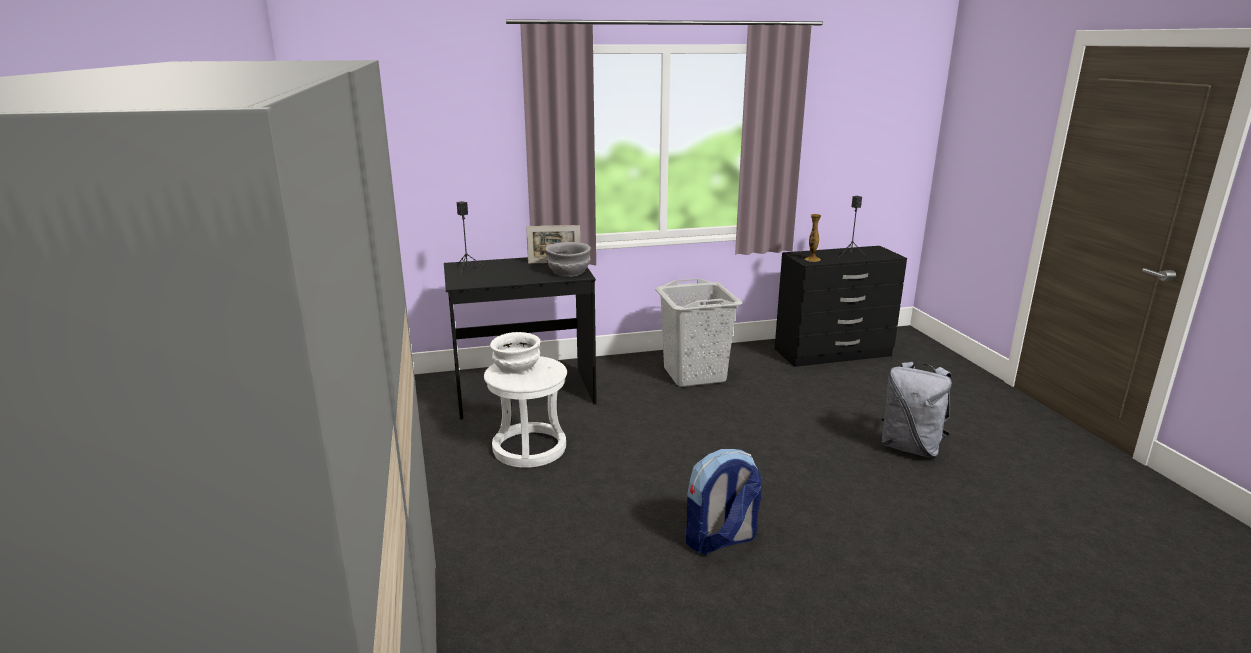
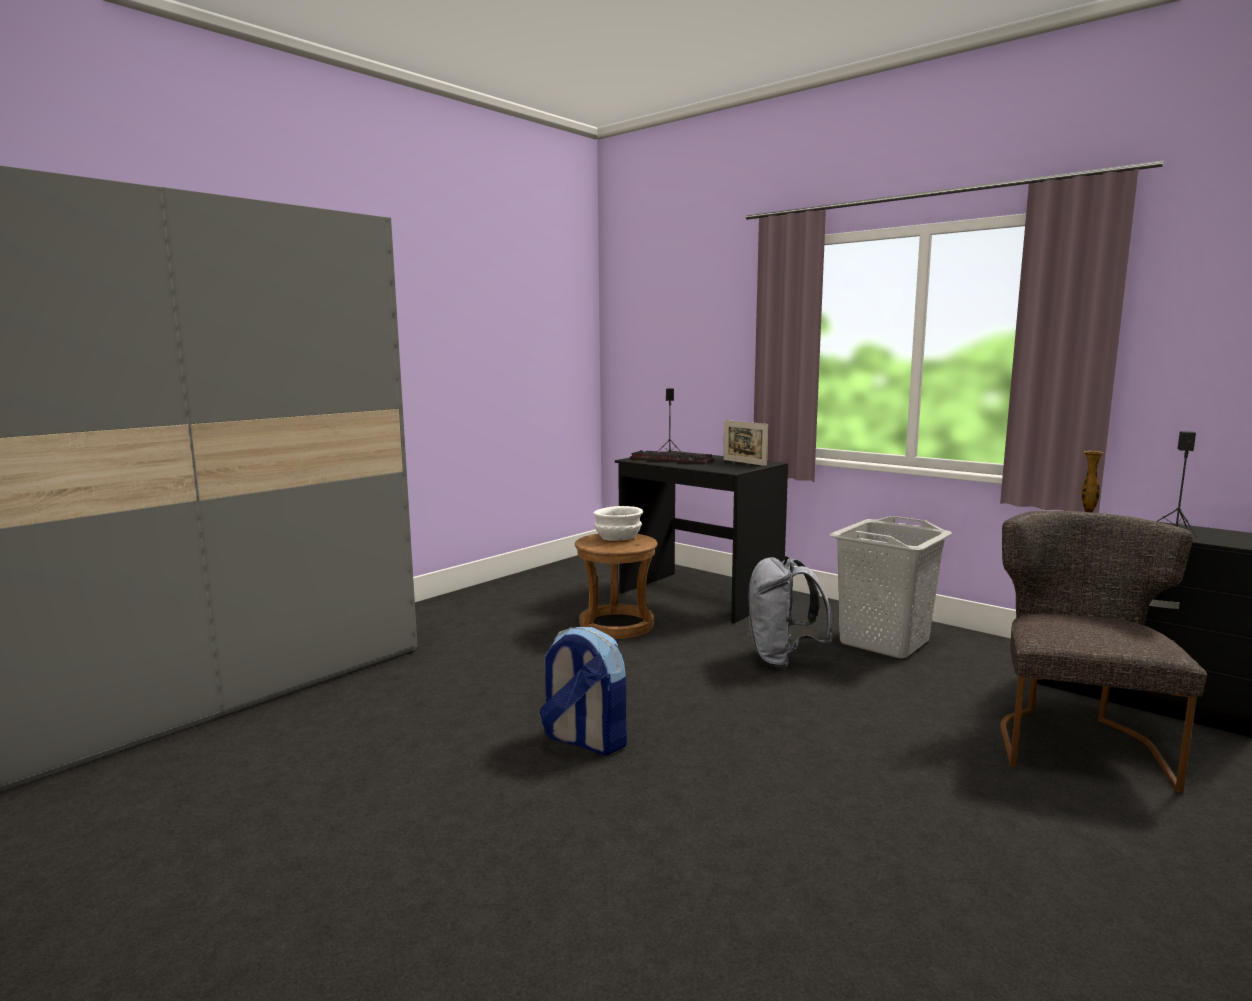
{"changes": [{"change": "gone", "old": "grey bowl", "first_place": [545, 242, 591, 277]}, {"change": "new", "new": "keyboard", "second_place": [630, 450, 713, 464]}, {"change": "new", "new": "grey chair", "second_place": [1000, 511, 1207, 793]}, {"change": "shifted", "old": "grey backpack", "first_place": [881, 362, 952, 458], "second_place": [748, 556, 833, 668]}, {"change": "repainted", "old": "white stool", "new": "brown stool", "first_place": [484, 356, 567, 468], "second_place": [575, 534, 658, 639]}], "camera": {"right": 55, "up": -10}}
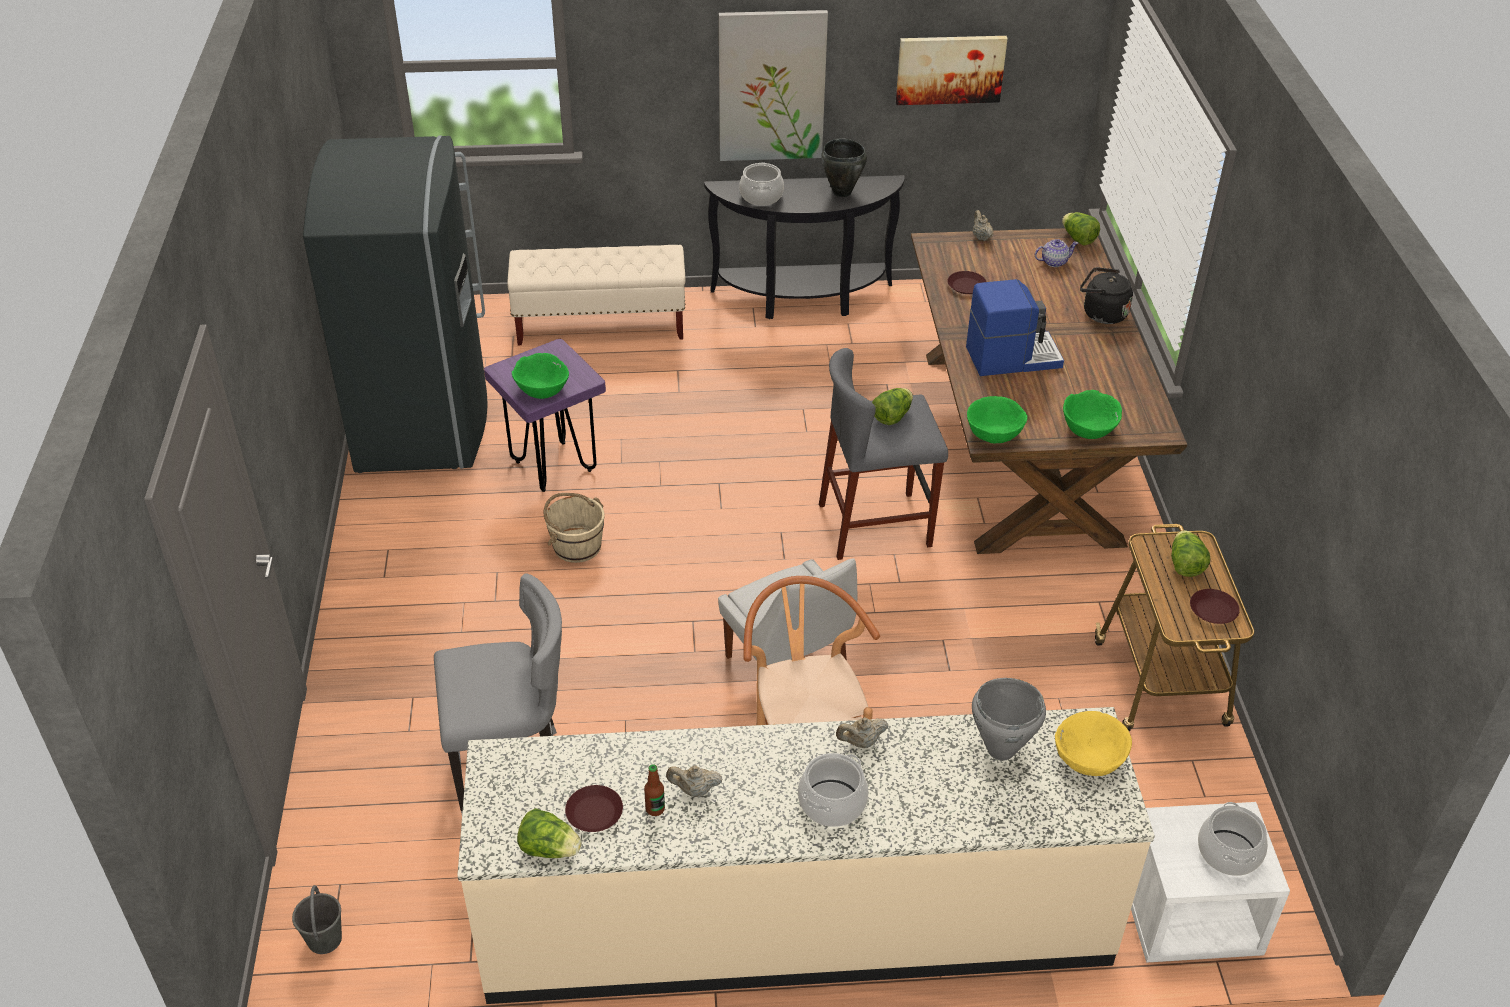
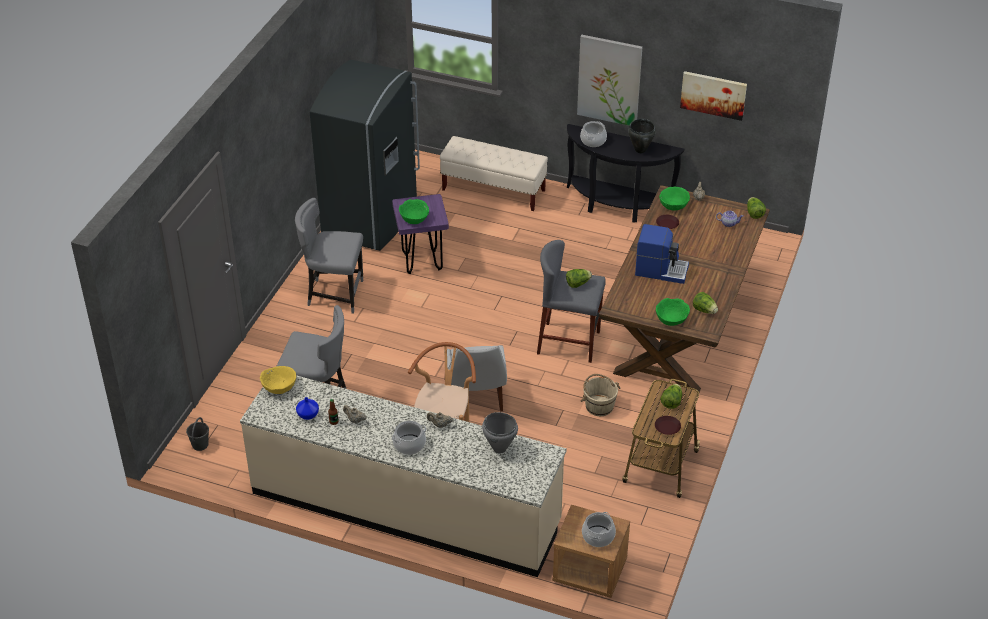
{"changes": [{"change": "gone", "old": "black kettle", "first_place": [1080, 267, 1133, 324]}, {"change": "new", "new": "grey chair", "second_place": [295, 198, 363, 314]}, {"change": "shifted", "old": "lettuce", "first_place": [517, 808, 582, 858], "second_place": [693, 292, 718, 314]}, {"change": "shifted", "old": "beige bucket", "first_place": [544, 493, 605, 563], "second_place": [581, 374, 621, 416]}, {"change": "shifted", "old": "green bowl", "first_place": [967, 396, 1027, 444], "second_place": [659, 187, 690, 211]}, {"change": "shifted", "old": "yellow bowl", "first_place": [1055, 711, 1132, 776], "second_place": [260, 366, 296, 394]}, {"change": "swapped", "old": "brown plate", "new": "blue vase", "first_place": [565, 785, 623, 832], "second_place": [296, 397, 319, 420]}, {"change": "repainted", "old": "white nightstand", "new": "brown nightstand", "first_place": [1131, 802, 1290, 963], "second_place": [552, 505, 630, 598]}], "camera": {"right": 25, "up": 0}}
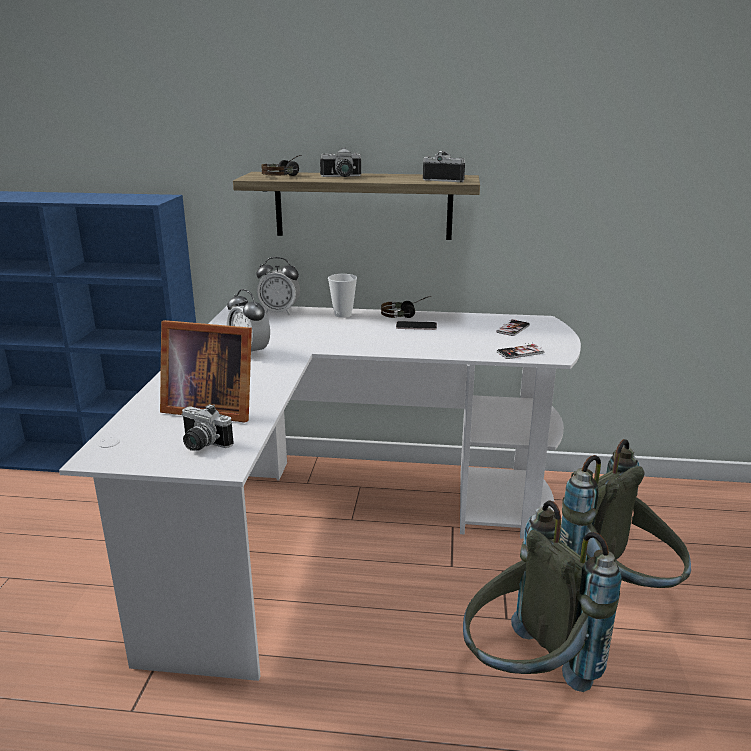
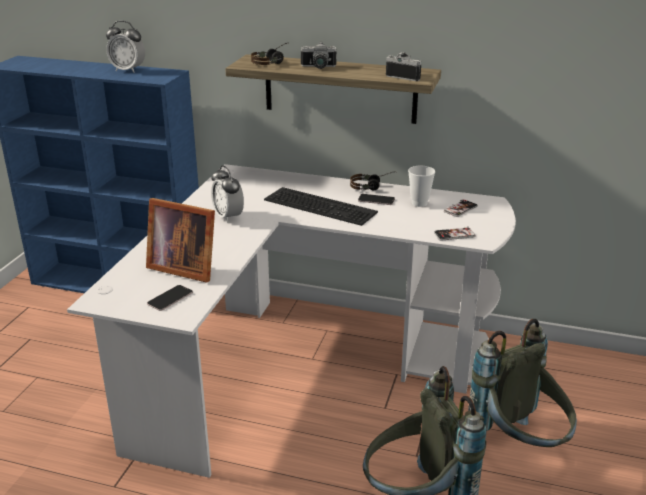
{"changes": [{"change": "new", "new": "keyboard", "second_place": [264, 187, 378, 226]}, {"change": "shifted", "old": "alarm clock", "first_place": [256, 257, 300, 315], "second_place": [106, 21, 145, 73]}, {"change": "shifted", "old": "cup", "first_place": [328, 274, 357, 318], "second_place": [408, 166, 435, 207]}, {"change": "swapped", "old": "photo camera", "new": "phone", "first_place": [181, 404, 234, 451], "second_place": [147, 285, 193, 311]}], "camera": {"right": 10, "up": 5}}
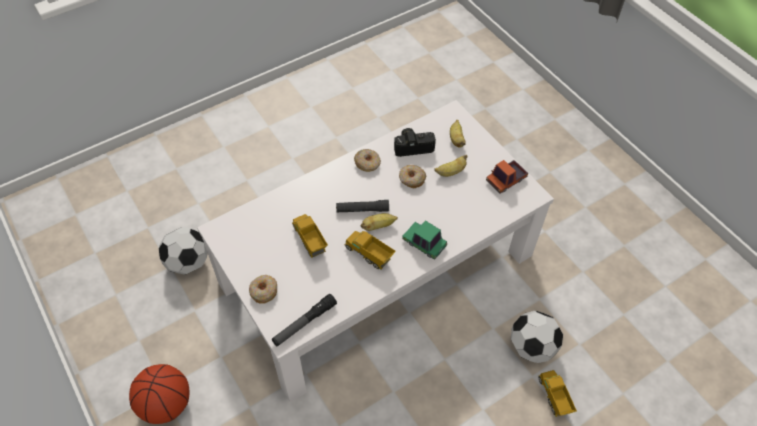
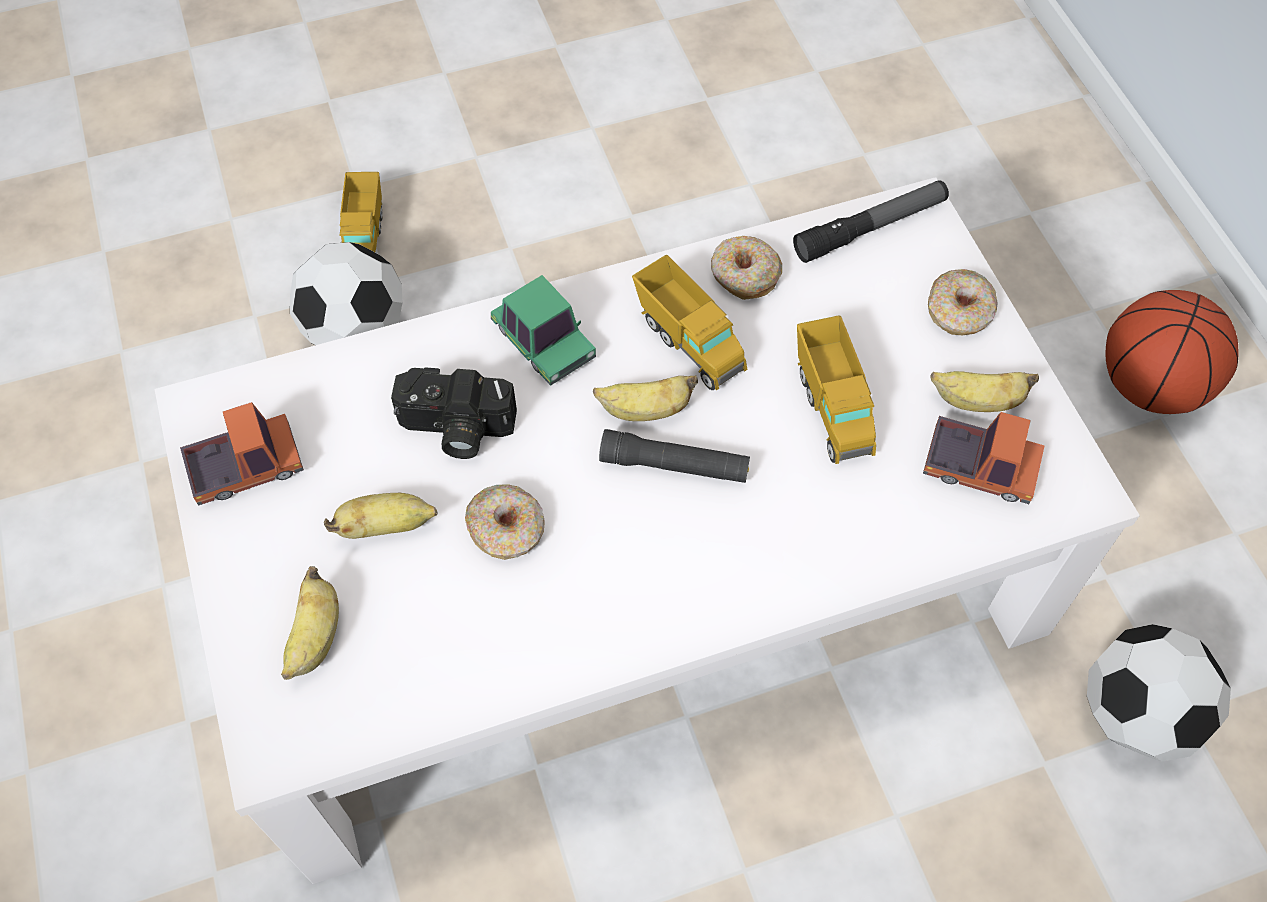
{"changes": [{"change": "new", "new": "toy truck", "second_place": [923, 412, 1044, 504]}, {"change": "new", "new": "banana", "second_place": [930, 371, 1039, 412]}, {"change": "shifted", "old": "donut", "first_place": [354, 149, 381, 172], "second_place": [711, 236, 782, 300]}, {"change": "shifted", "old": "photo camera", "first_place": [394, 128, 436, 157], "second_place": [391, 367, 517, 459]}], "camera": {"right": -165, "up": 5}}
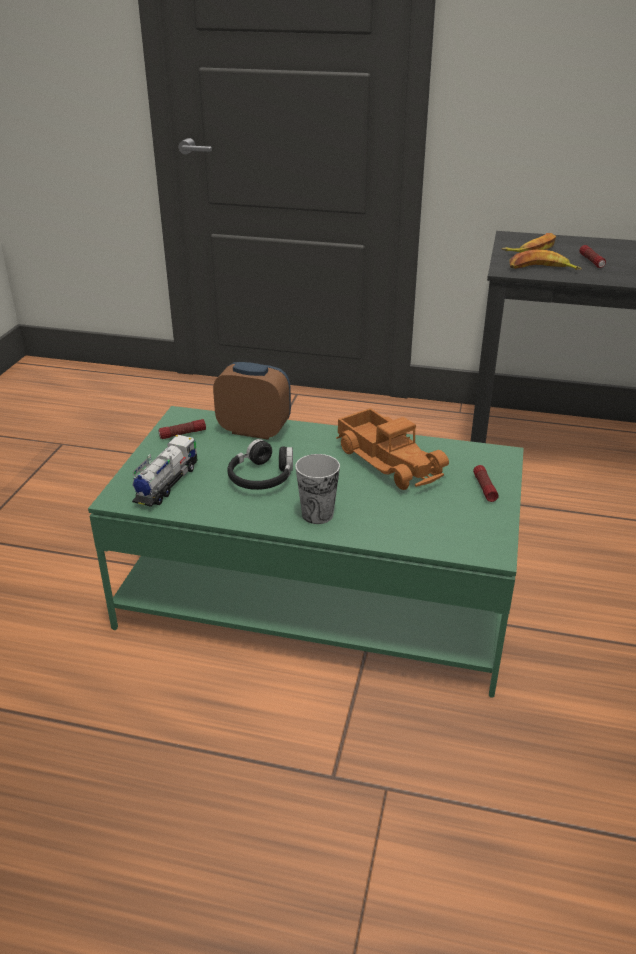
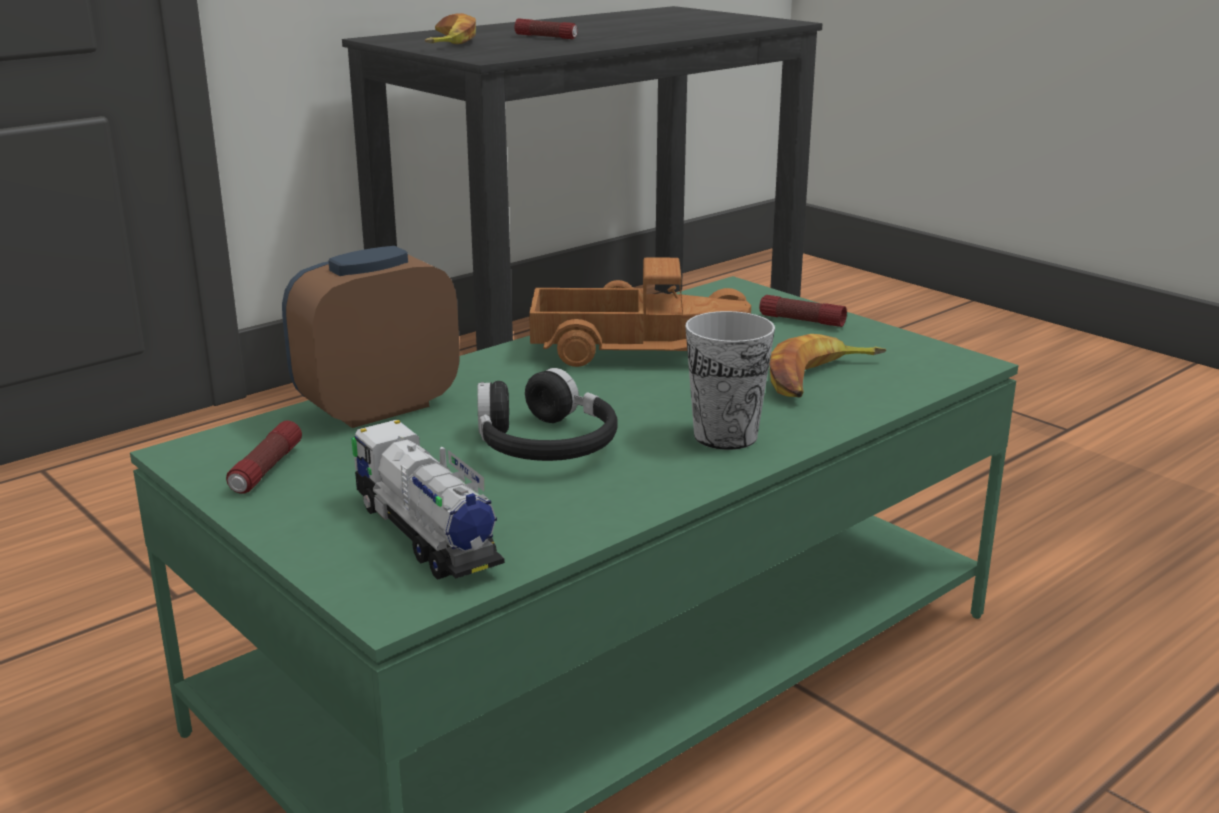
{"changes": [{"change": "shifted", "old": "banana", "first_place": [509, 250, 582, 270], "second_place": [769, 334, 886, 397]}], "camera": {"right": -55, "up": -10}}
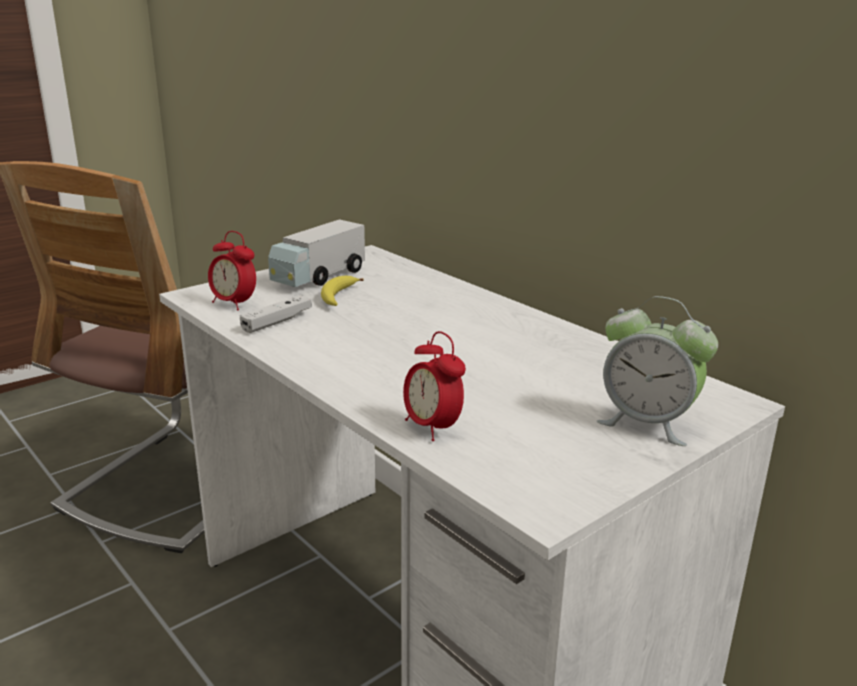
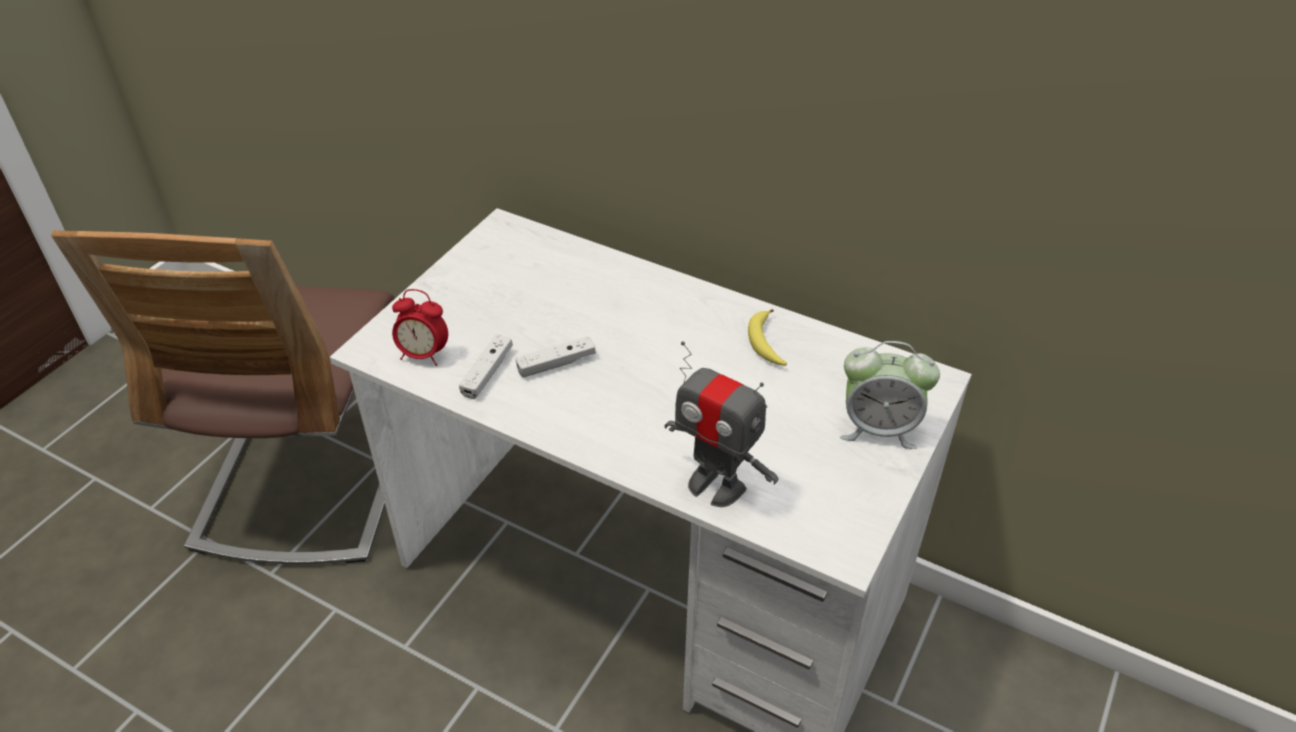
{"changes": [{"change": "gone", "old": "toy truck", "first_place": [268, 219, 365, 287]}, {"change": "new", "new": "white game controller", "second_place": [516, 336, 595, 378]}, {"change": "shifted", "old": "banana", "first_place": [321, 276, 363, 306], "second_place": [748, 309, 787, 366]}, {"change": "swapped", "old": "alarm clock", "new": "toy robot", "first_place": [403, 331, 466, 441], "second_place": [664, 341, 779, 507]}], "camera": {"right": -20, "up": 20}}
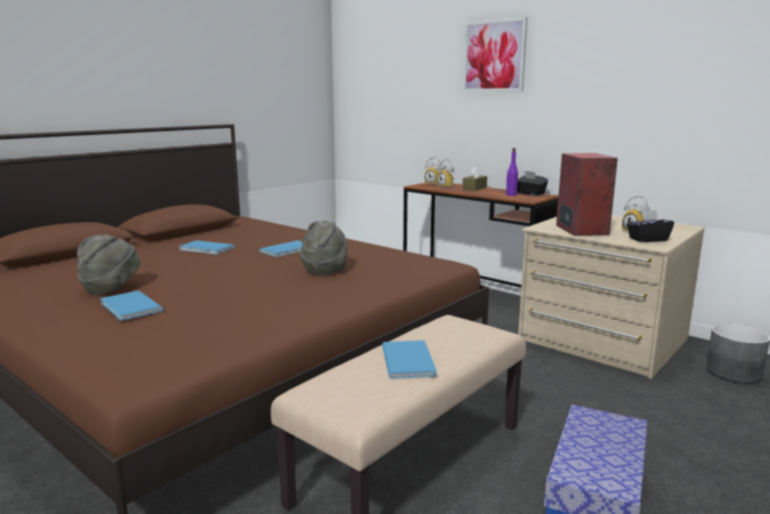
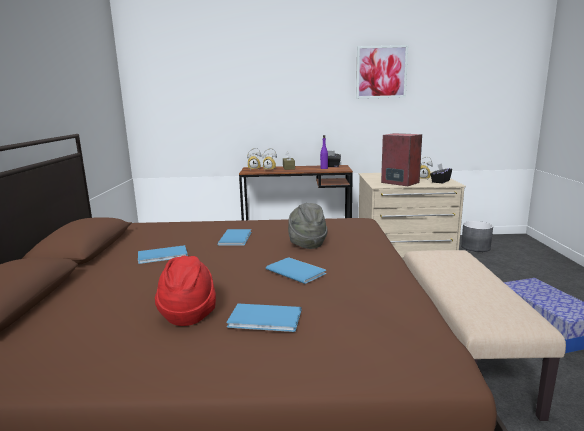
{"changes": [{"change": "shifted", "old": "blue book", "first_place": [382, 340, 437, 379], "second_place": [266, 257, 326, 284]}, {"change": "shifted", "old": "picture", "first_place": [463, 17, 528, 92], "second_place": [356, 45, 408, 99]}, {"change": "repainted", "old": "grey hat", "new": "red hat", "first_place": [77, 234, 140, 295], "second_place": [155, 256, 216, 326]}], "camera": {"right": -40, "up": 0}}
